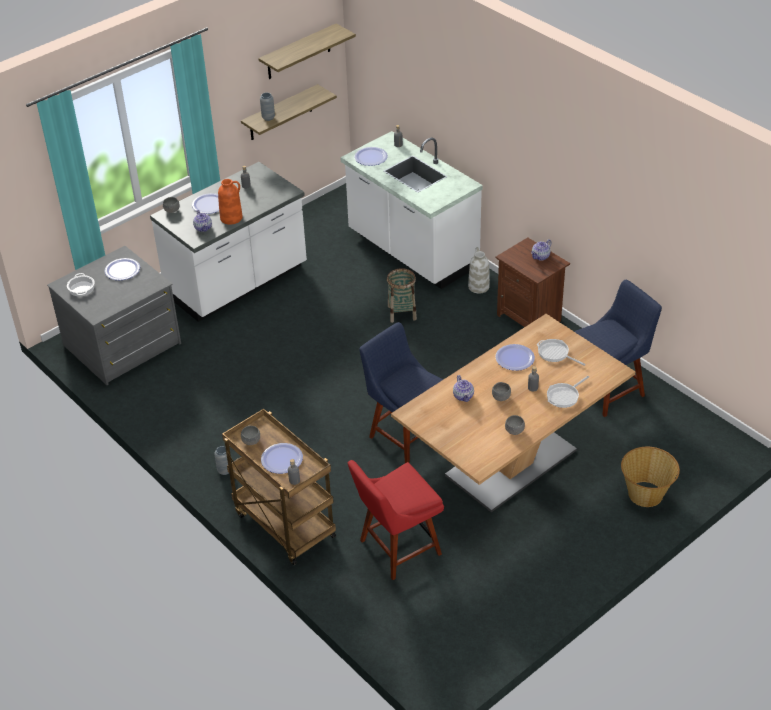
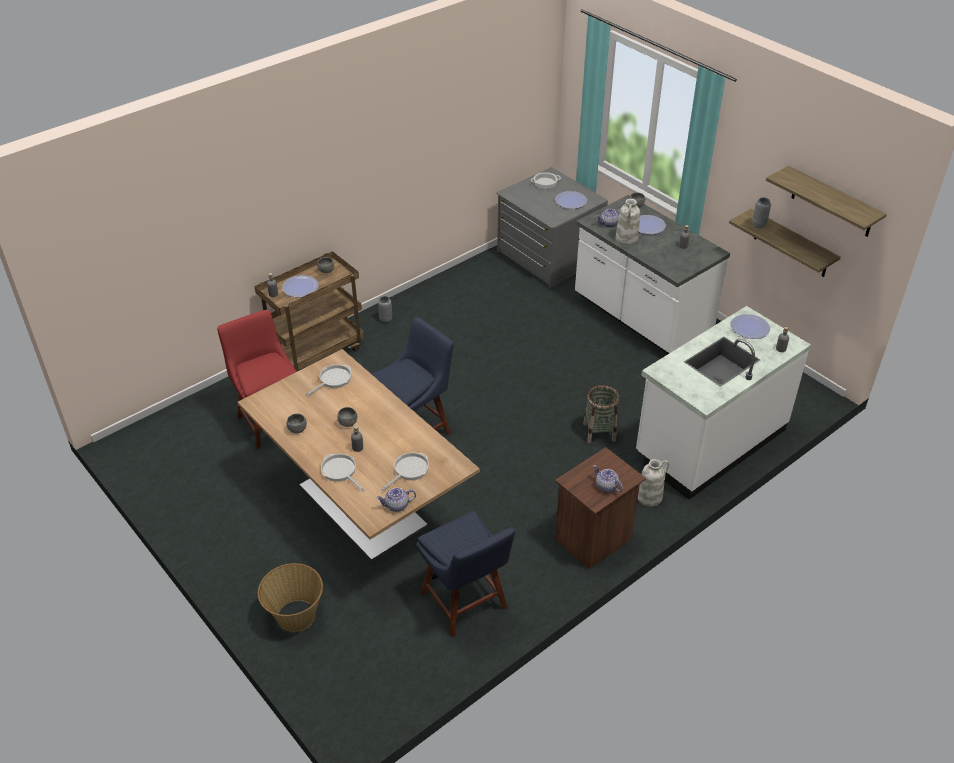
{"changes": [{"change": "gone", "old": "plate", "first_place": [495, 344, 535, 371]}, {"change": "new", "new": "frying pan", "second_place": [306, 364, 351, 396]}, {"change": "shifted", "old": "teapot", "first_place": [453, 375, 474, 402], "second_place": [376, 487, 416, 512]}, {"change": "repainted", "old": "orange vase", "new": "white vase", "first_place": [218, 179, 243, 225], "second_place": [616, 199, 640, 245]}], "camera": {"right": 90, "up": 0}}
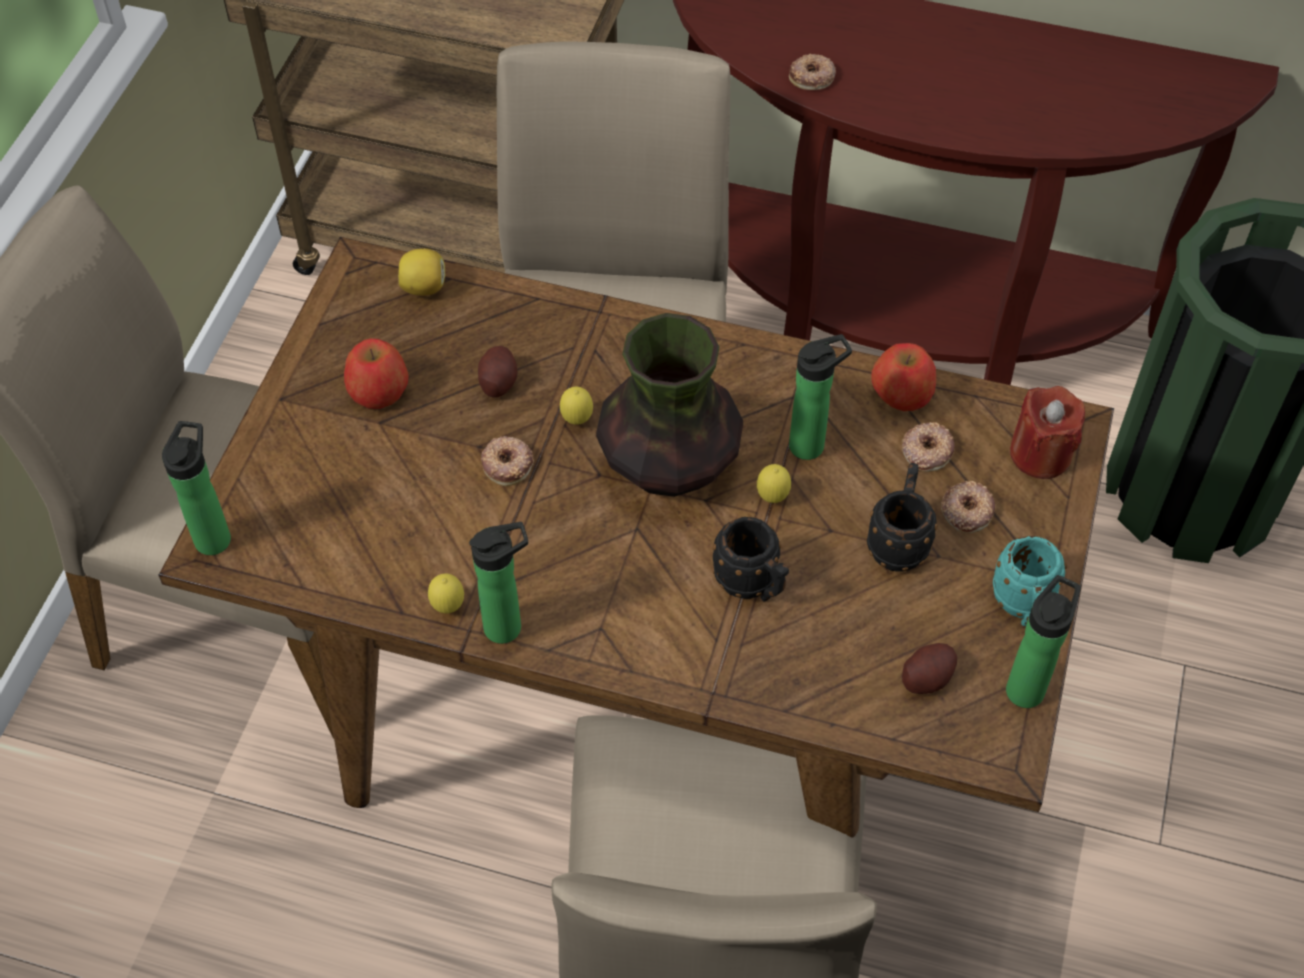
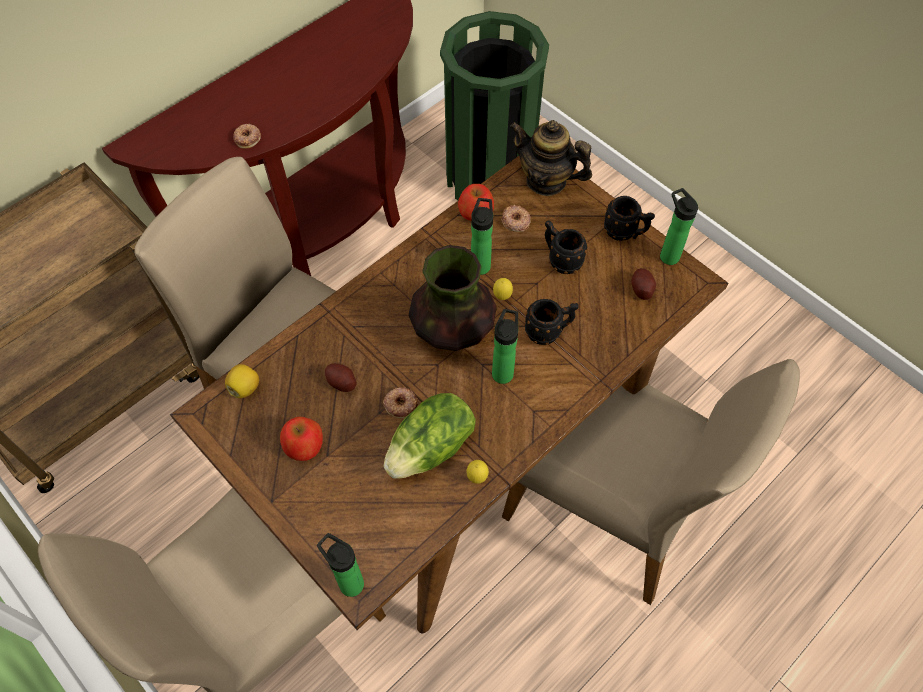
{"changes": [{"change": "gone", "old": "lemon", "first_place": [560, 387, 593, 425]}, {"change": "gone", "old": "donut", "first_place": [941, 481, 995, 533]}, {"change": "new", "new": "lettuce", "second_place": [383, 393, 476, 479]}, {"change": "shifted", "old": "bottle", "first_place": [469, 522, 528, 644], "second_place": [492, 309, 518, 384]}, {"change": "swapped", "old": "red candle", "new": "teapot", "first_place": [1010, 386, 1085, 479], "second_place": [510, 120, 592, 196]}, {"change": "repainted", "old": "turquoise mug", "new": "black mug", "first_place": [992, 536, 1067, 626], "second_place": [604, 196, 655, 241]}], "camera": {"right": -60, "up": 5}}
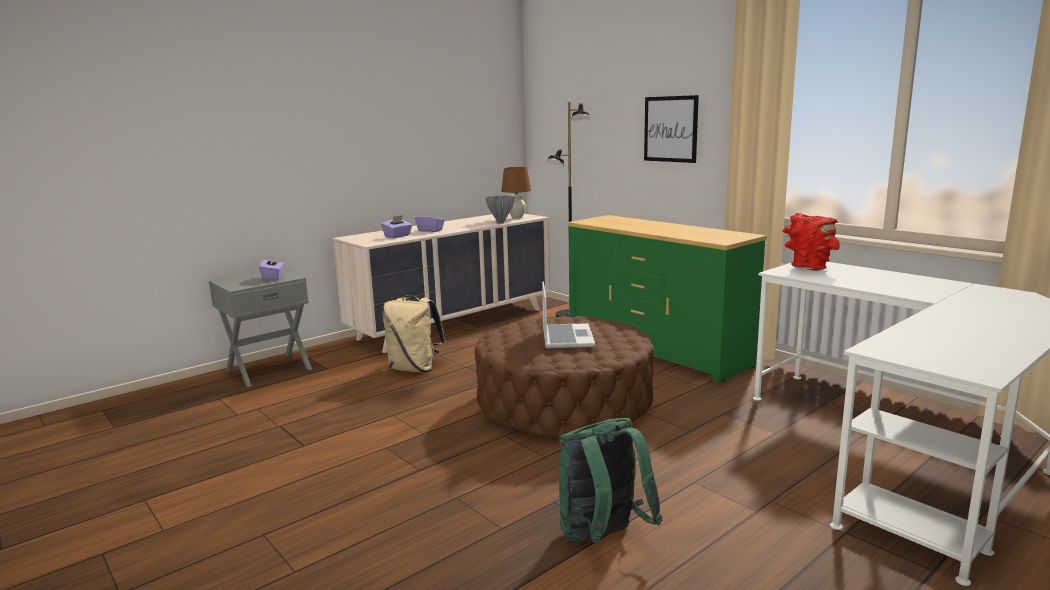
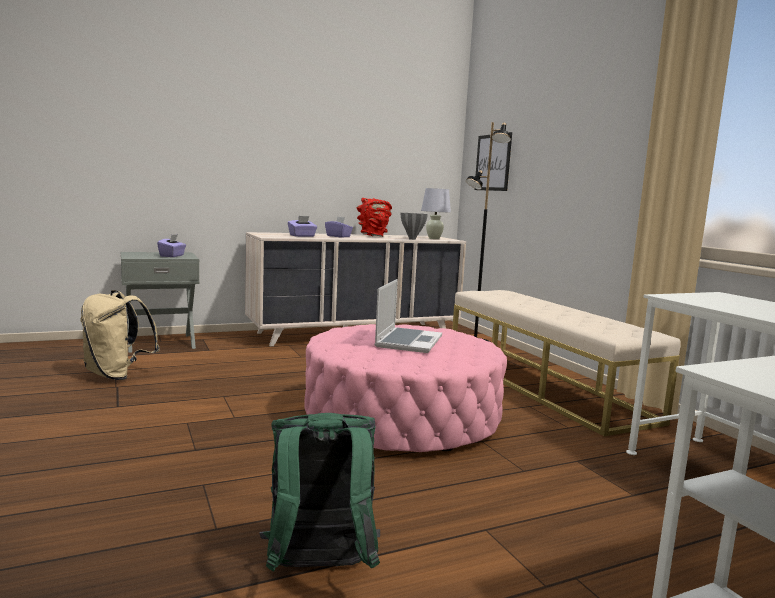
{"changes": [{"change": "shifted", "old": "beige backpack", "first_place": [382, 295, 446, 373], "second_place": [80, 290, 160, 380]}, {"change": "shifted", "old": "picture", "first_place": [644, 95, 699, 163], "second_place": [474, 132, 512, 191]}, {"change": "shifted", "old": "red vase", "first_place": [783, 213, 839, 271], "second_place": [357, 198, 392, 237]}, {"change": "swapped", "old": "green dresser", "new": "beige bench", "first_place": [567, 215, 767, 383], "second_place": [452, 290, 681, 436]}, {"change": "repainted", "old": "brown ottoman", "new": "pink ottoman", "first_place": [475, 316, 654, 437], "second_place": [305, 324, 507, 452]}, {"change": "repainted", "old": "brown table lamp", "new": "white table lamp", "first_place": [501, 167, 531, 219], "second_place": [421, 188, 451, 239]}], "camera": {"right": 15, "up": -5}}
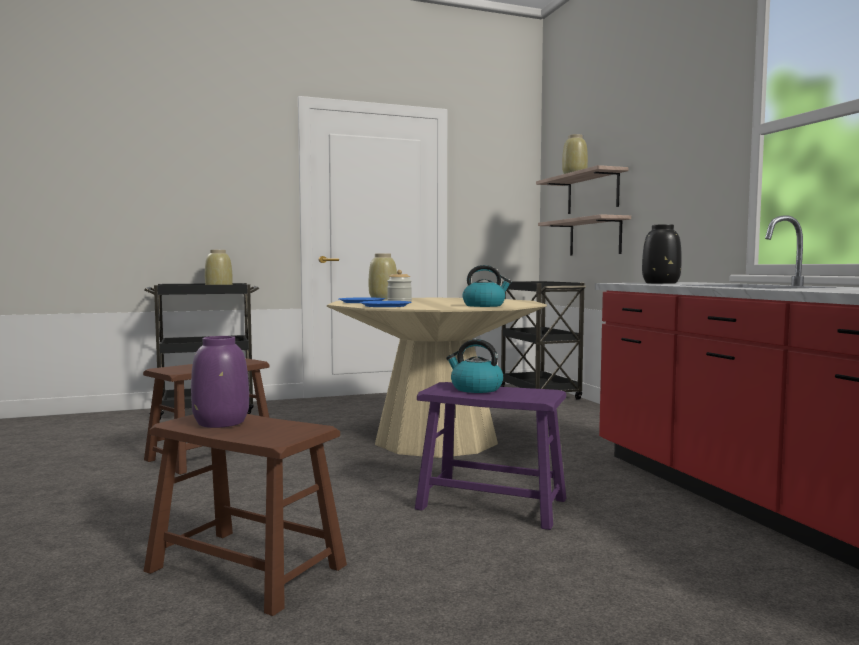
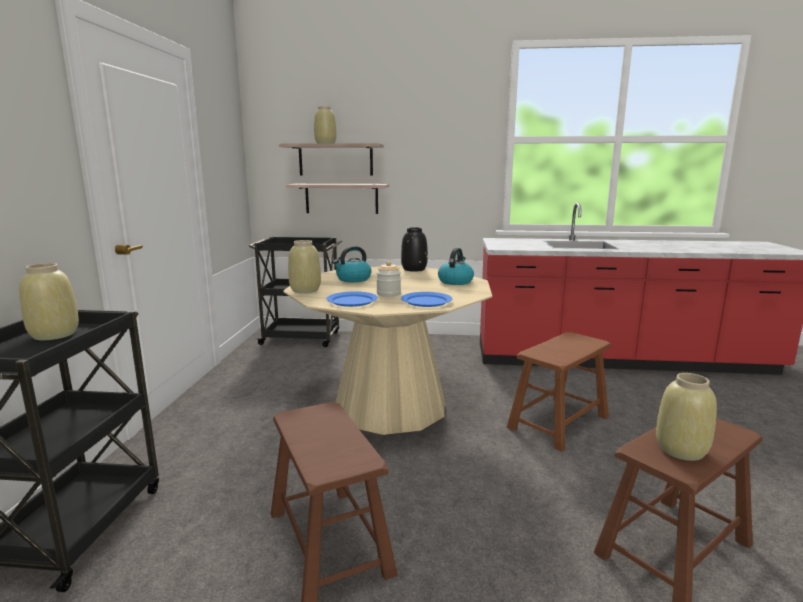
{"changes": [{"change": "shifted", "old": "kettle", "first_place": [446, 339, 503, 393], "second_place": [333, 246, 371, 282]}, {"change": "shifted", "old": "black vase", "first_place": [642, 224, 682, 284], "second_place": [401, 227, 428, 272]}, {"change": "repainted", "old": "purple vase", "new": "beige vase", "first_place": [191, 336, 249, 428], "second_place": [656, 373, 717, 461]}, {"change": "repainted", "old": "purple stool", "new": "brown stool", "first_place": [415, 382, 566, 530], "second_place": [507, 332, 611, 452]}], "camera": {"right": -65, "up": 10}}
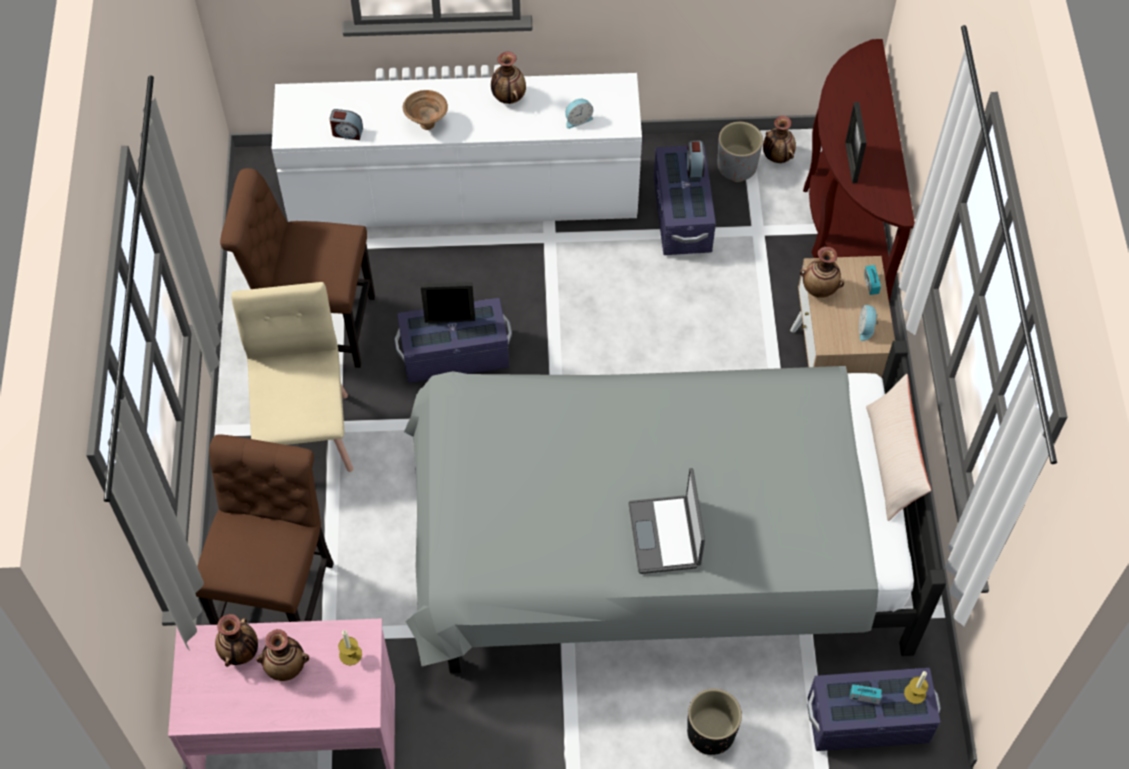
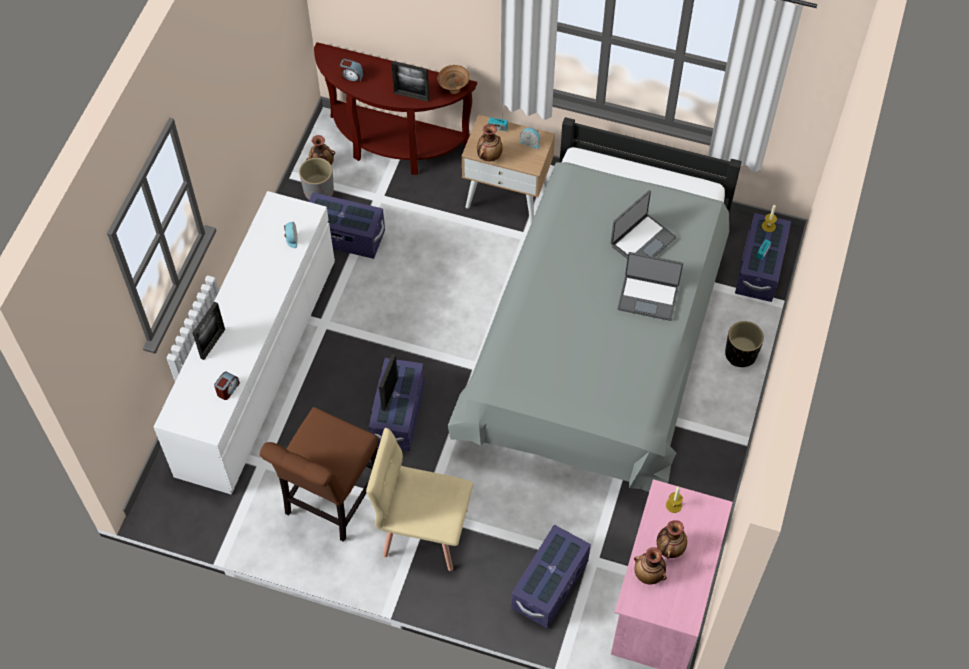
{"changes": [{"change": "gone", "old": "vase", "first_place": [491, 52, 526, 104]}, {"change": "gone", "old": "beige pillow", "first_place": [866, 374, 931, 521]}, {"change": "new", "new": "picture frame", "second_place": [193, 302, 225, 360]}, {"change": "new", "new": "laptop", "second_place": [611, 190, 676, 259]}, {"change": "shifted", "old": "brown bowl", "first_place": [403, 90, 448, 130], "second_place": [438, 65, 470, 94]}, {"change": "shifted", "old": "alarm clock", "first_place": [687, 140, 705, 177], "second_place": [339, 59, 363, 83]}, {"change": "swapped", "old": "brown chair", "new": "purple storage box", "first_place": [195, 434, 334, 625], "second_place": [511, 525, 591, 628]}], "camera": {"right": -70, "up": 0}}
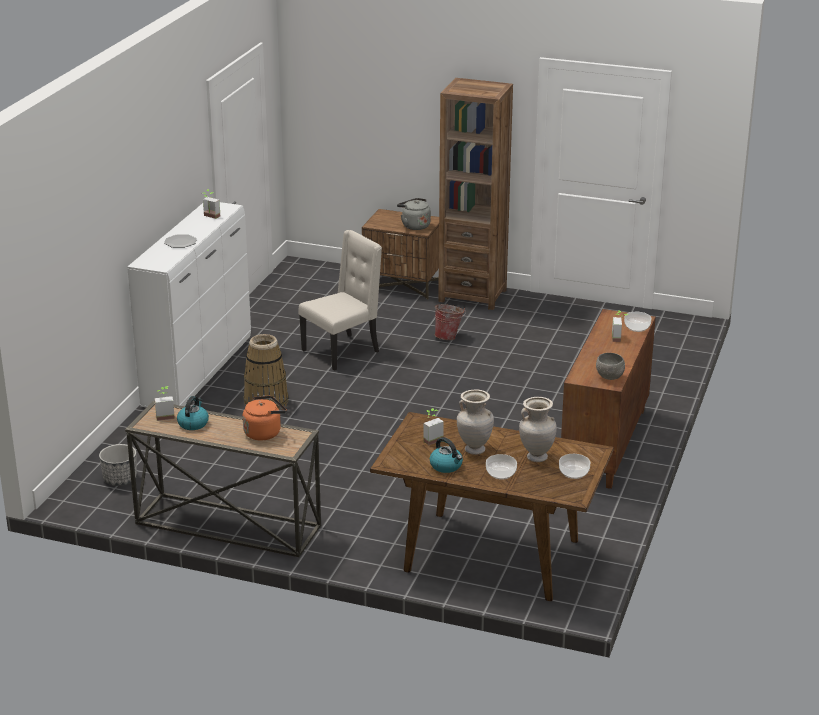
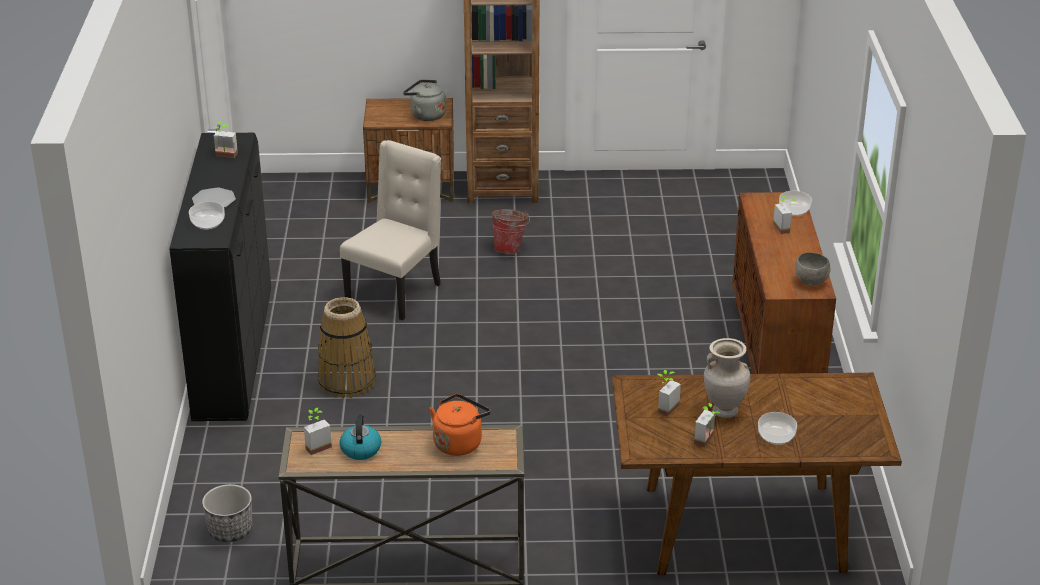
{"changes": [{"change": "gone", "old": "beige vase", "first_place": [519, 397, 557, 462]}, {"change": "shifted", "old": "bowl", "first_place": [559, 454, 590, 479], "second_place": [189, 202, 225, 230]}, {"change": "swapped", "old": "kettle", "new": "potted plant", "first_place": [430, 437, 463, 473], "second_place": [694, 403, 721, 447]}, {"change": "repainted", "old": "white dresser", "new": "black dresser", "first_place": [127, 202, 251, 407], "second_place": [169, 133, 271, 421]}], "camera": {"right": -20, "up": 5}}
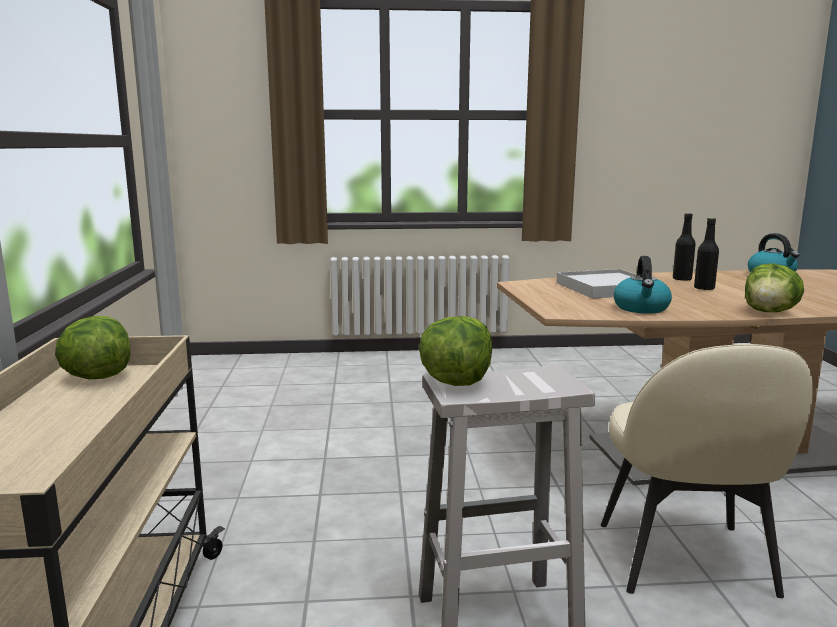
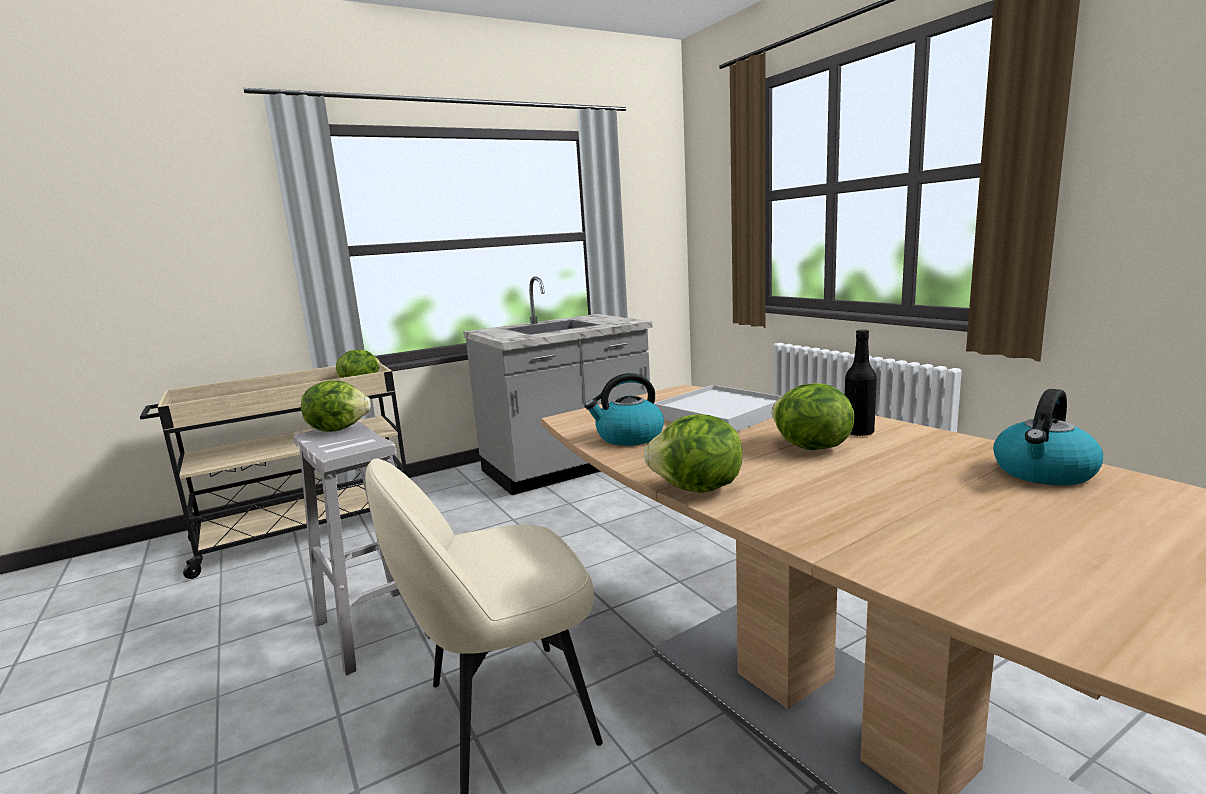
{"changes": [{"change": "new", "new": "grey counter", "second_place": [463, 276, 653, 495]}, {"change": "swapped", "old": "black bottle", "new": "lettuce", "first_place": [694, 218, 719, 290], "second_place": [772, 383, 854, 450]}], "camera": {"right": 65, "up": 0}}
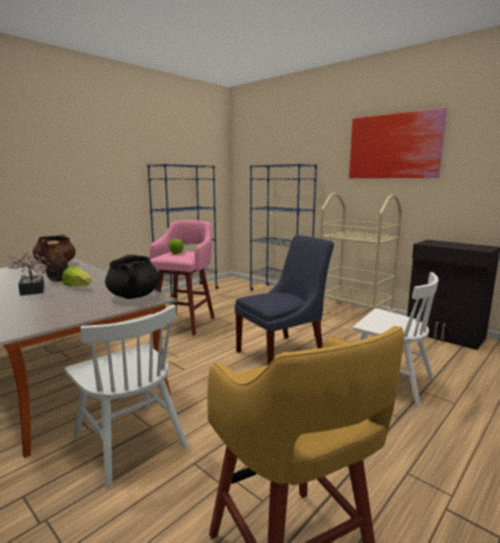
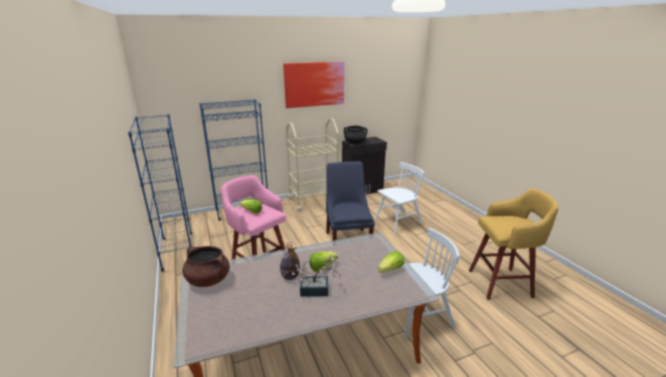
{"changes": [{"change": "new", "new": "lettuce", "second_place": [378, 251, 405, 273]}, {"change": "shifted", "old": "black cooking pot", "first_place": [105, 255, 159, 299], "second_place": [344, 126, 367, 144]}], "camera": {"right": -65, "up": 10}}
